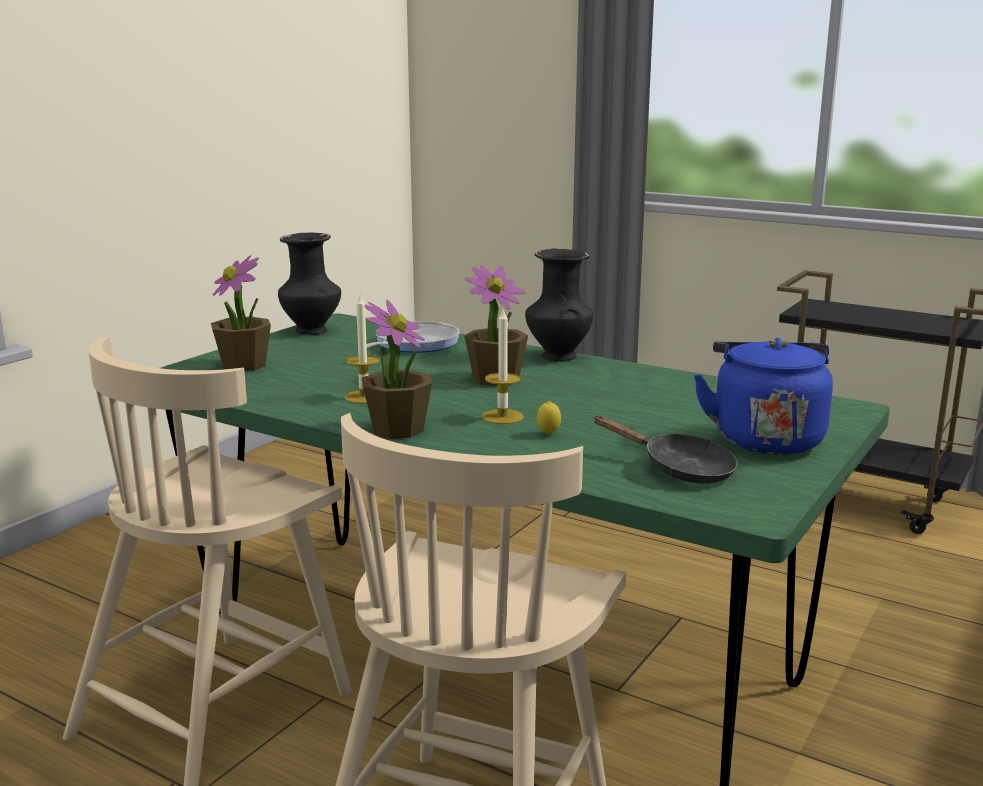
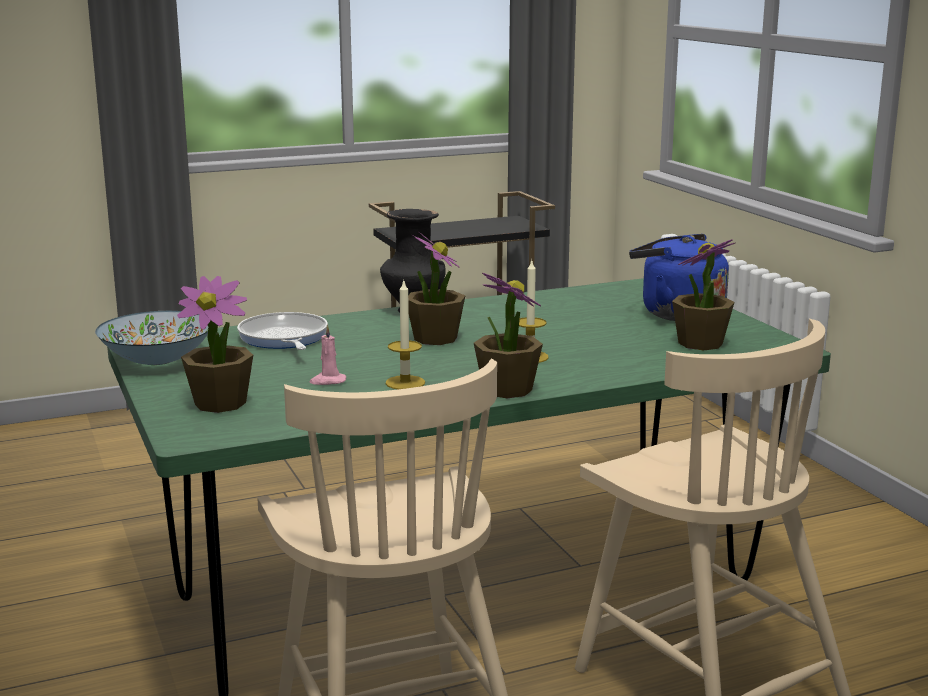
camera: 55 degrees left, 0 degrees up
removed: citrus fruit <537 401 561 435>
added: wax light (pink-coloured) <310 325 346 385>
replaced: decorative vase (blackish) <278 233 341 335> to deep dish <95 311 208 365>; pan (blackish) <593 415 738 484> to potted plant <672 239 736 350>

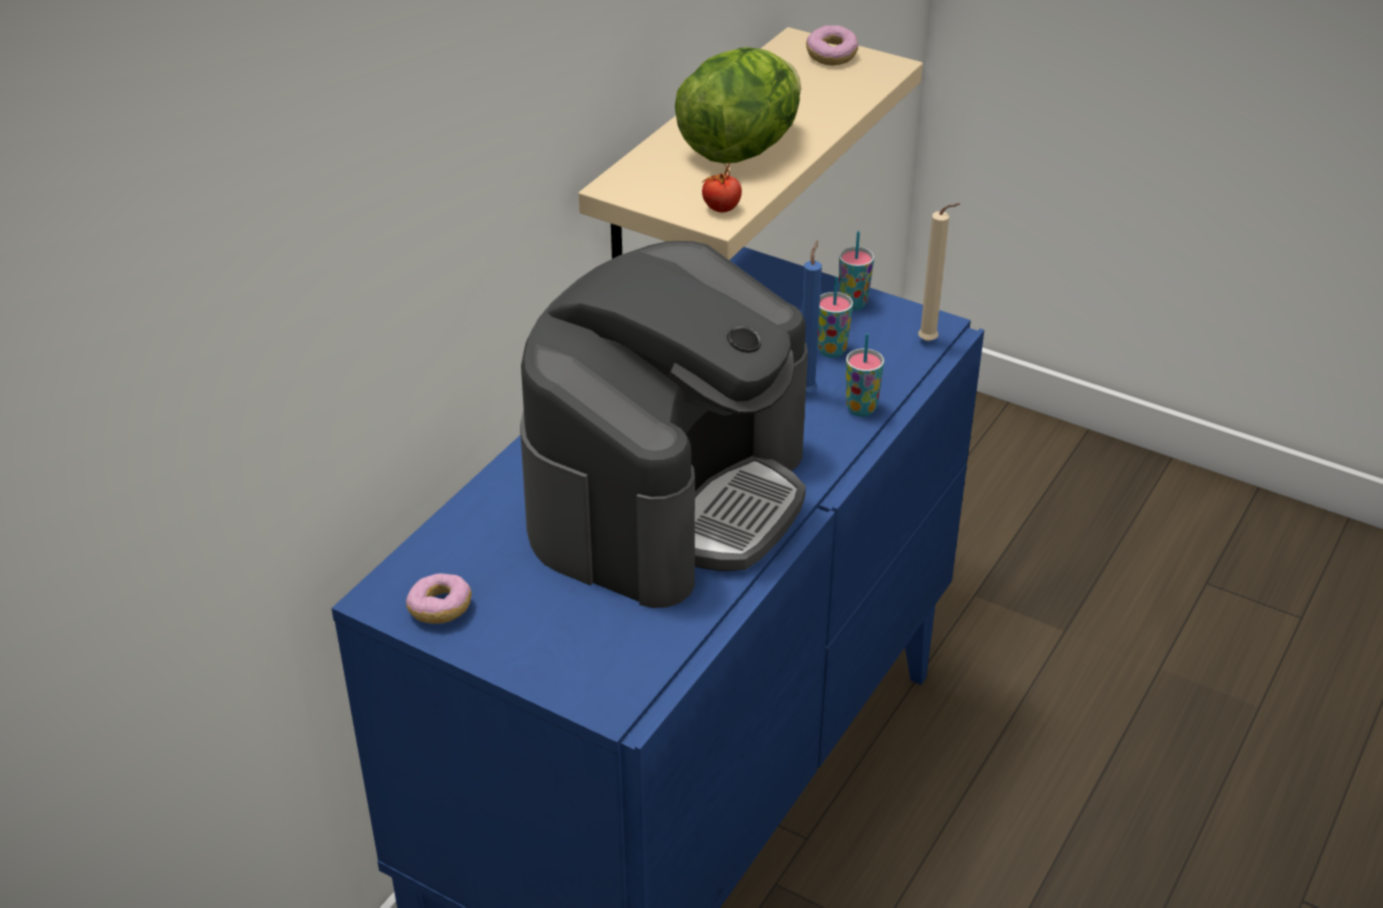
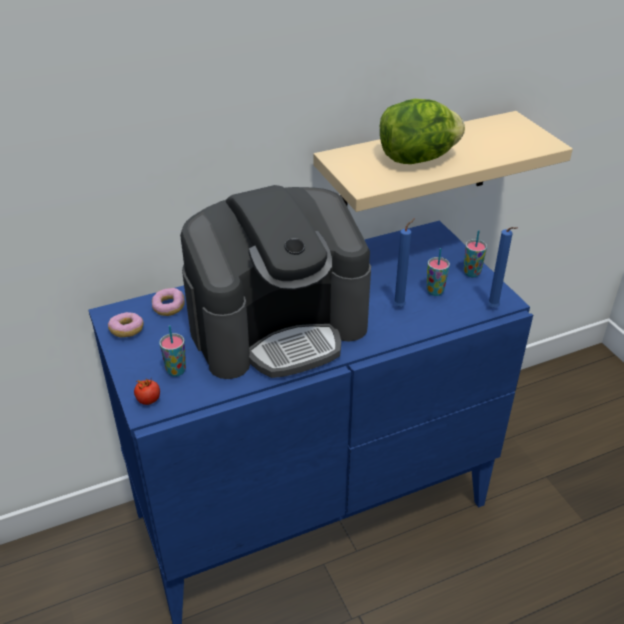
camera: 35 degrees right, 0 degrees up
moved: tomato <702 163 742 213> to <134 379 160 405>; donut <806 25 858 66> to <152 288 185 316>; drinking cup <846 333 884 417> to <159 325 186 377>
recoloured: wax light (sand-coloured) <918 203 960 342> to wax light (bluish) <487 227 518 308>

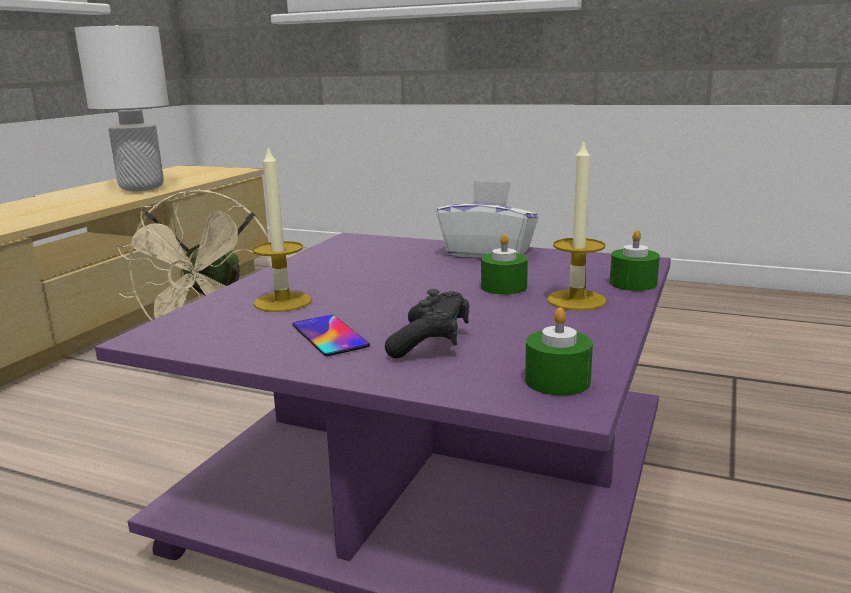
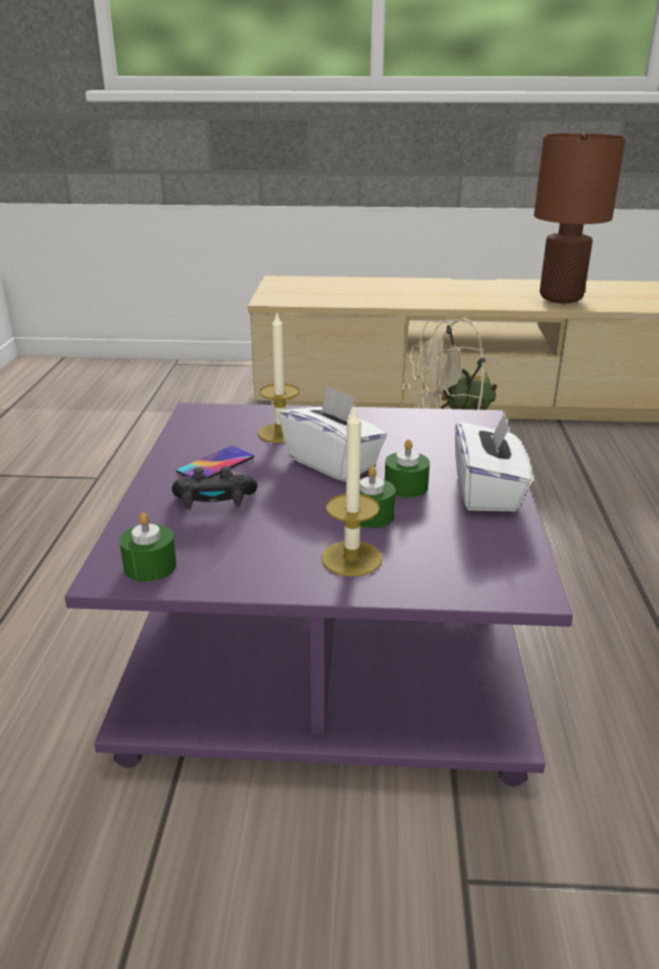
camera: 70 degrees right, 10 degrees up
added: tissue box (white) <279 386 387 482>
moved: wax light (green) <610 230 660 291> to <385 439 430 498>
recoloured: lamp for a table (white) <74 25 169 192> to lamp for a table (brownish) <534 133 626 303>

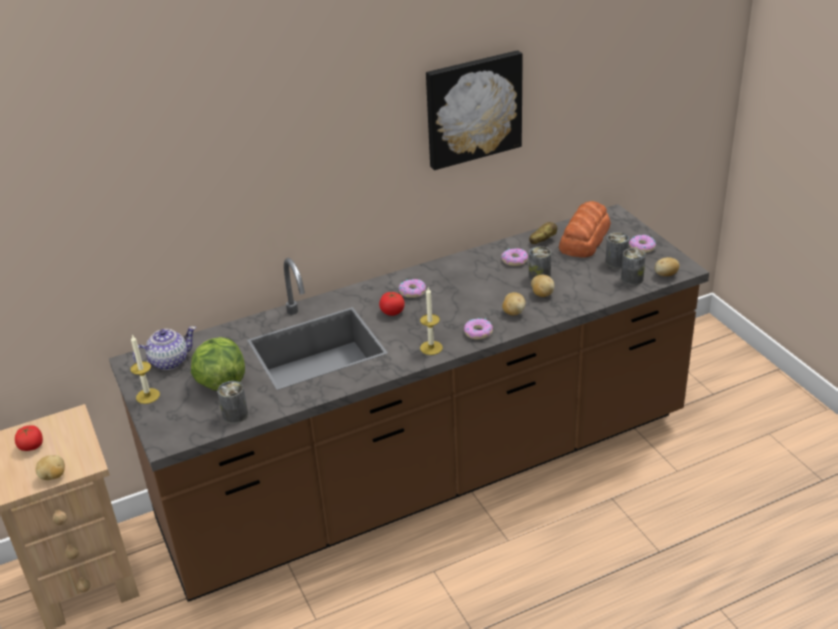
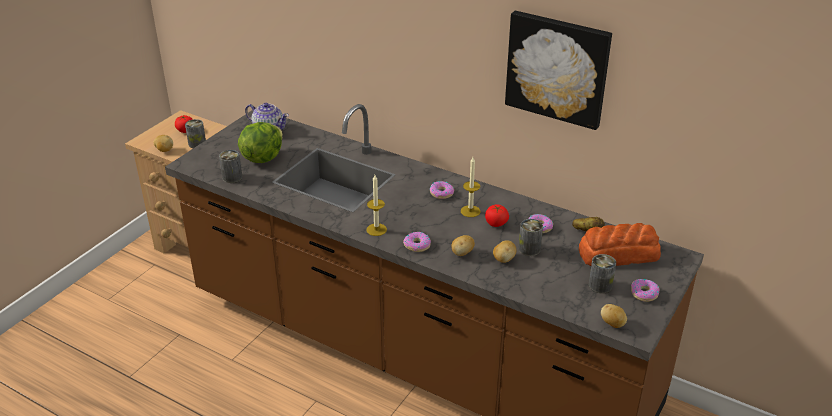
camera: 55 degrees right, 0 degrees up
moved: wax light <130 335 160 404> to <461 157 480 217>; tomato <379 292 405 316> to <485 204 509 227>; can <621 248 646 285> to <185 119 206 148>

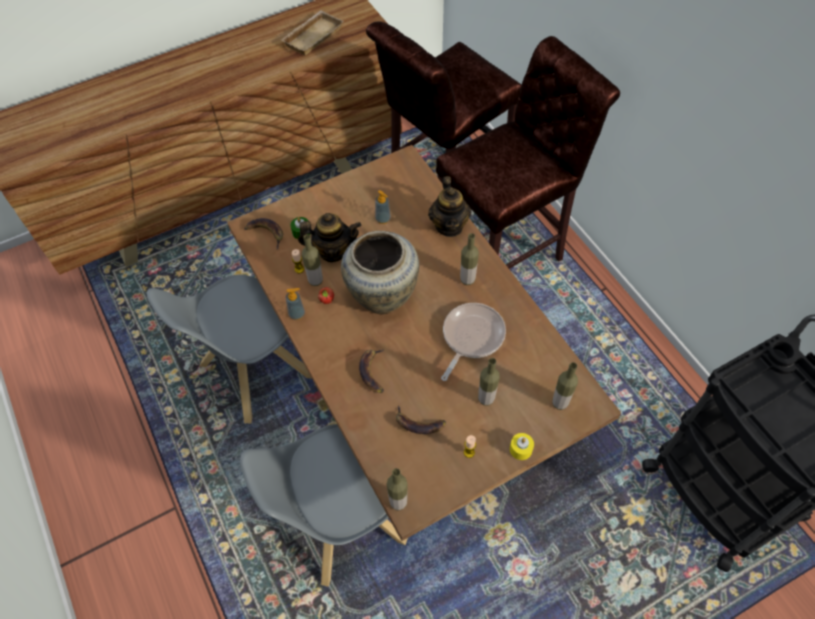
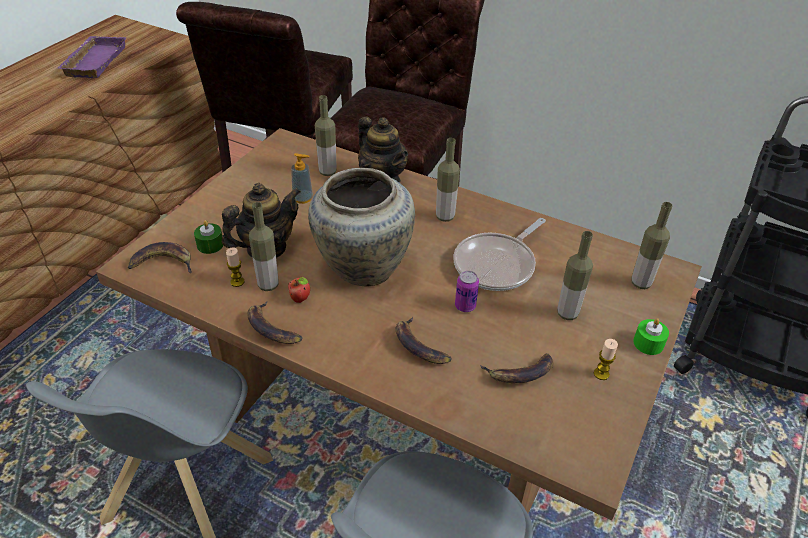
camera: 35 degrees left, 15 degrees down
added: can <455 271 479 312>
moved: drink bottle <386 468 408 511> to <315 95 337 176>
replaced: soap bottle <285 288 305 320> to banana fruit <247 301 303 344>
recoloured: carrying tray (sand-coloured) <281 11 344 55> to carrying tray (purple) <58 36 127 78>; wax light (yellow-coloured) <510 433 534 460> to wax light (green) <633 318 669 355>
turned: pan <441 303 506 381> = <454 218 546 291> 135 degrees counterclockwise

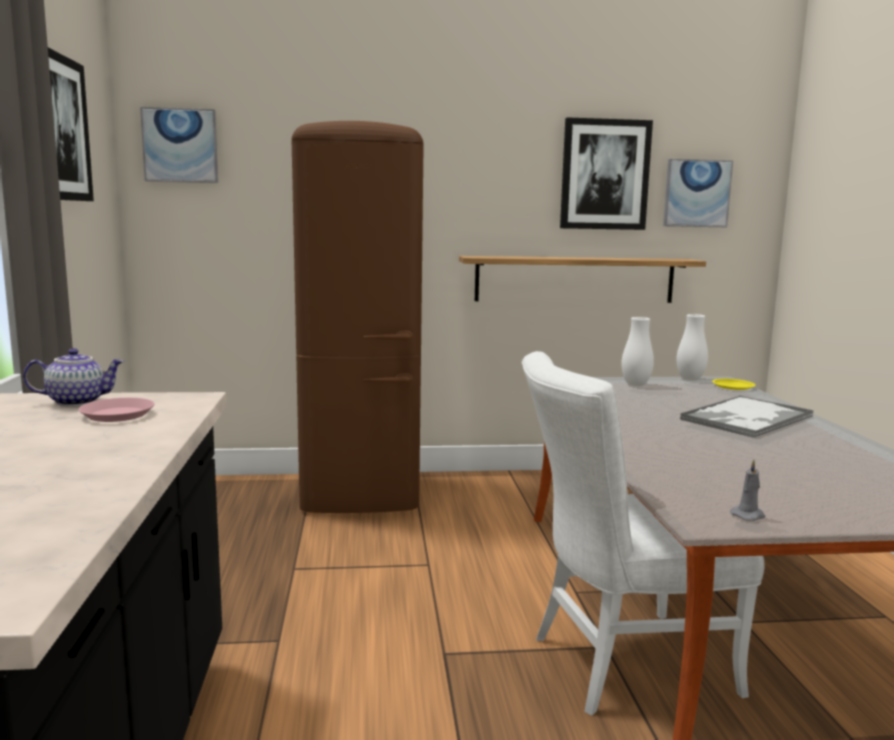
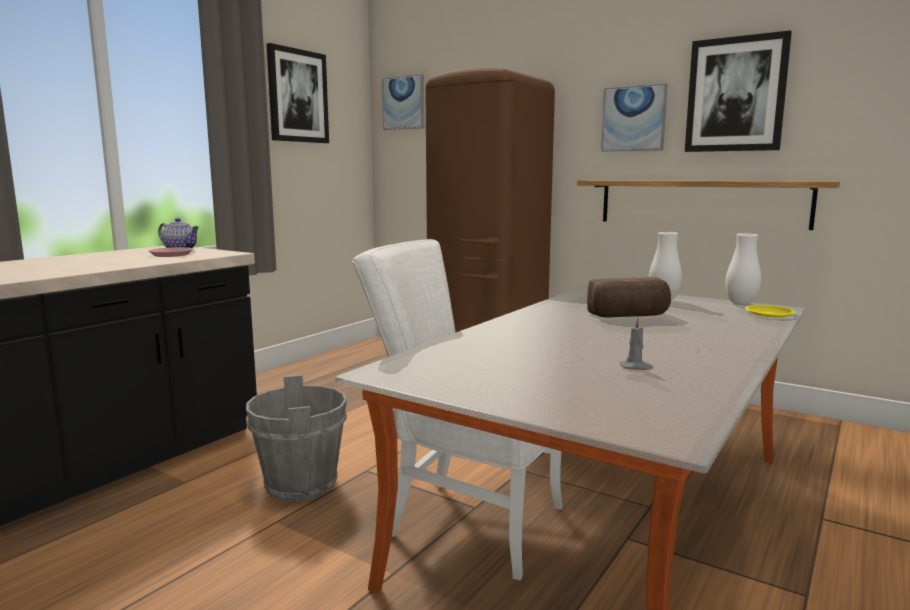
camera: 40 degrees right, 0 degrees up
removed: carrying tray <680 396 814 438>
added: bucket (grey) <246 375 347 502>; bakery bread <587 277 671 318>
moved: wall art <663 159 733 227> to <601 84 668 152>; wax light (grey) <730 459 766 520> to <620 317 653 370>

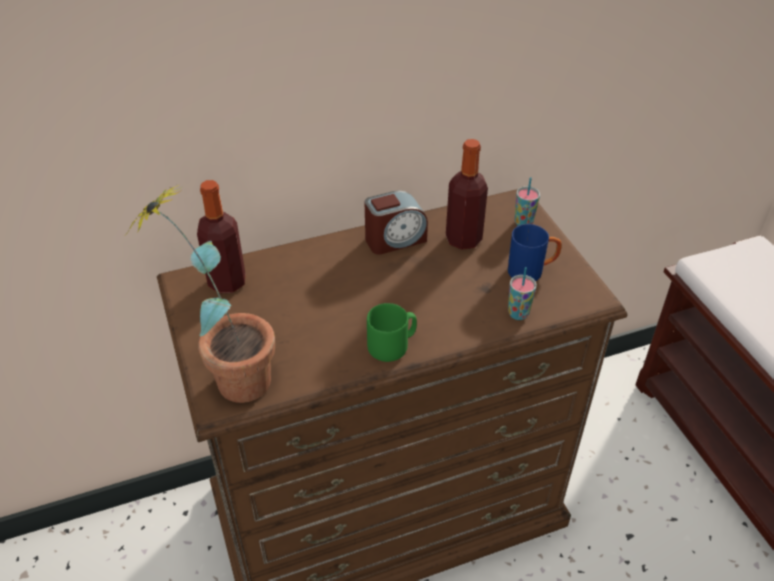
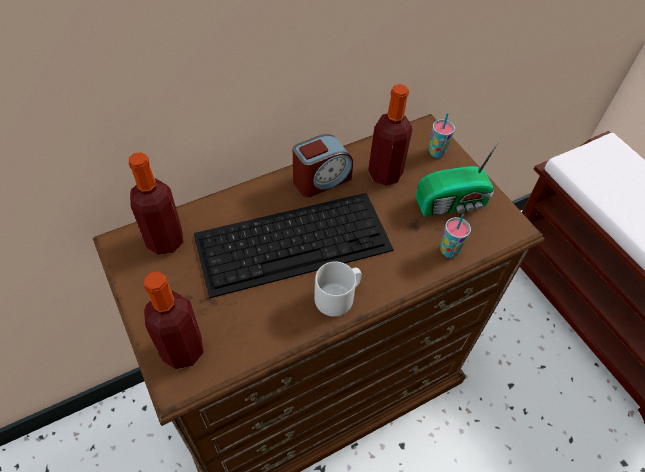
camera: 10 degrees left, 10 degrees up
added: computer keyboard <194 193 394 299>
replaced: potted plant <128 184 275 403> to drink bottle <144 271 204 369>; mug (bluish) <508 224 562 281> to radio set <416 138 501 217>
recoloured: mug (green) <367 303 417 362> to mug (grey) <314 262 362 317>

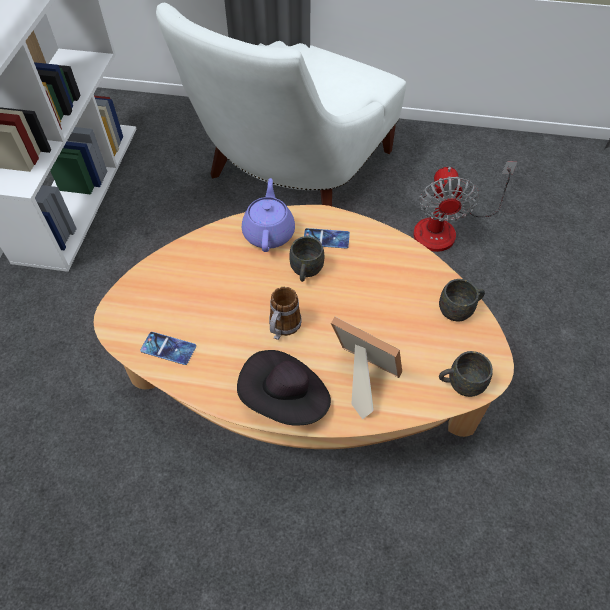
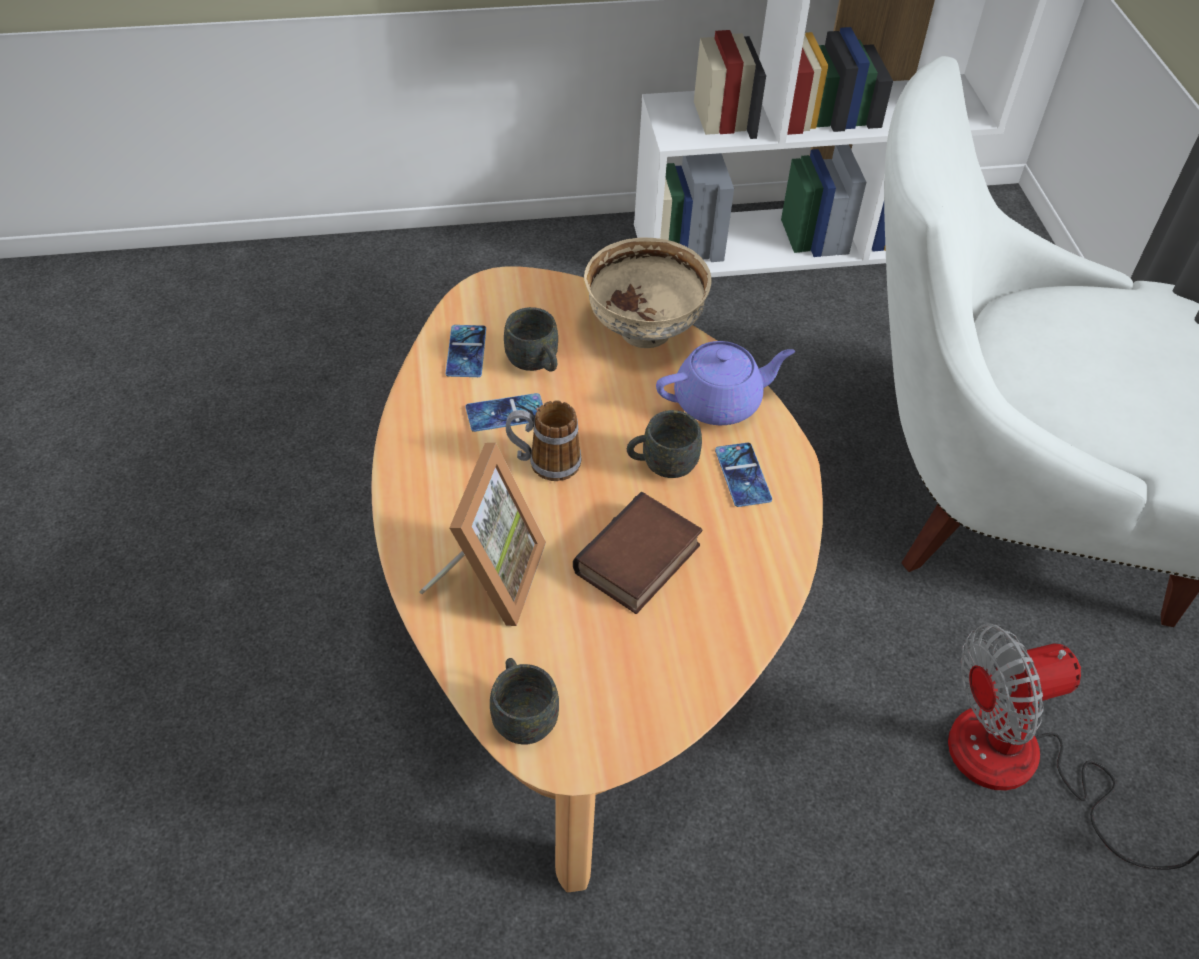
camera: 70 degrees right, 5 degrees down
removed: wearable hat (blackish) <237 350 331 425>
added: telephone <465 393 543 432>; volume <573 492 702 614>; deep dish (sand-coloured) <584 237 711 348>
moved: mug (grey) <439 279 485 321> to <504 307 558 372>

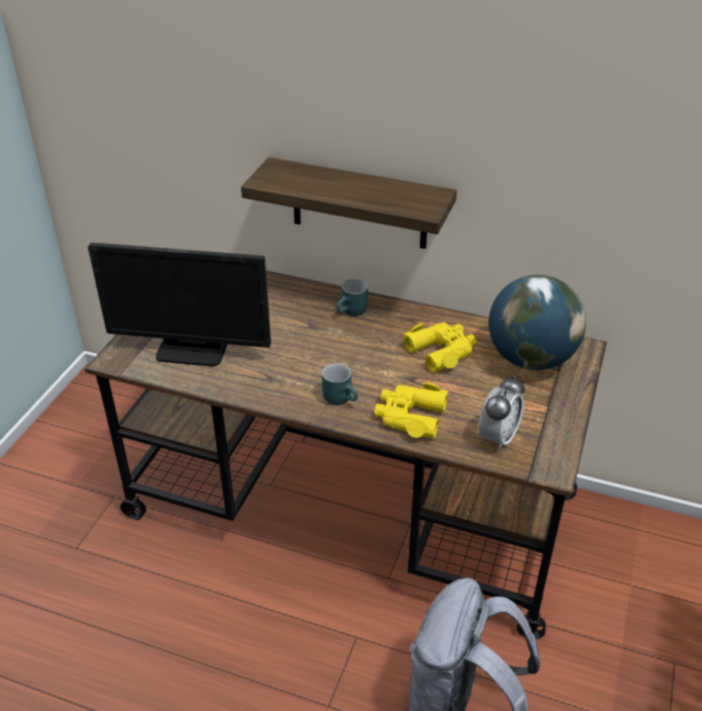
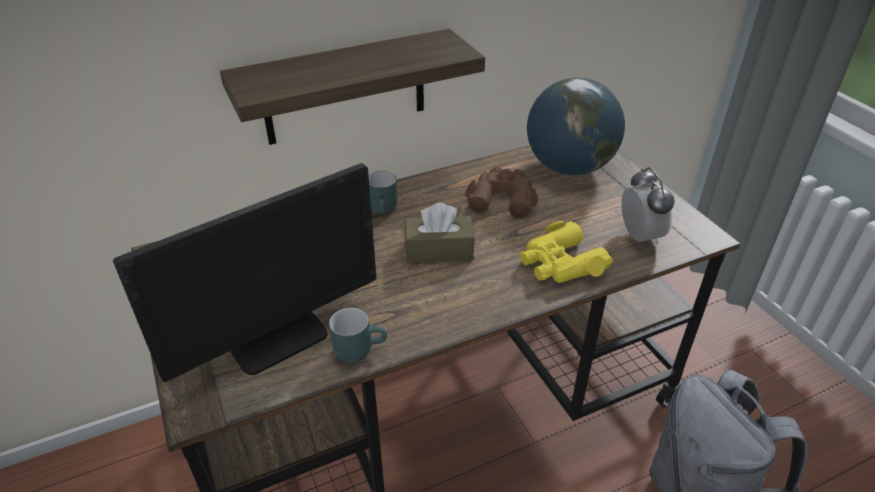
camera: 45 degrees left, 0 degrees up
added: tissue box (brownish) <405 202 475 262>
moved: mug (blue-green) <322 363 358 405> to <329 308 387 363>
recoloured: binoculars (yellow-coloured) <403 322 477 373> to binoculars (brownish) <465 167 538 219>

